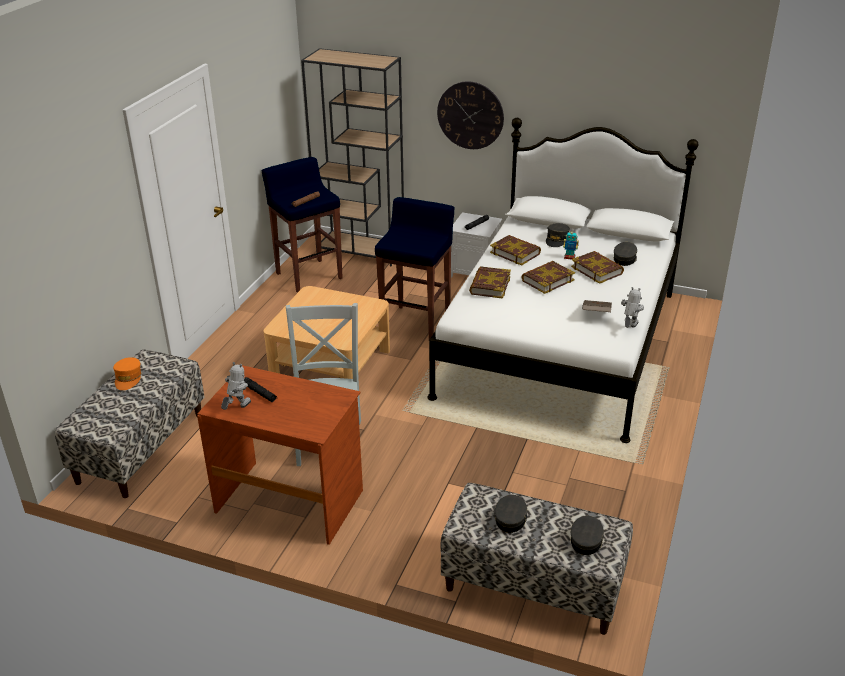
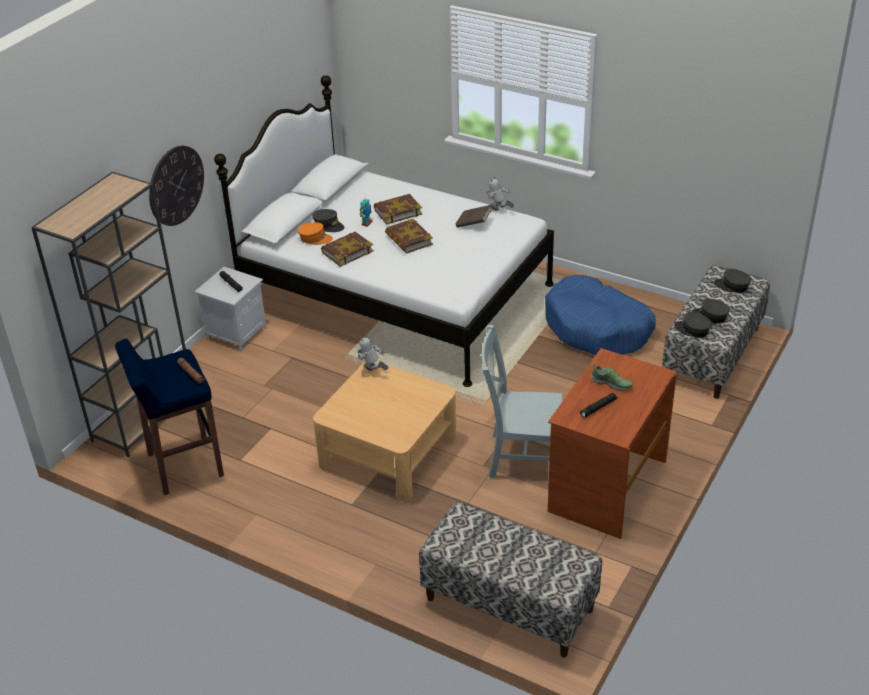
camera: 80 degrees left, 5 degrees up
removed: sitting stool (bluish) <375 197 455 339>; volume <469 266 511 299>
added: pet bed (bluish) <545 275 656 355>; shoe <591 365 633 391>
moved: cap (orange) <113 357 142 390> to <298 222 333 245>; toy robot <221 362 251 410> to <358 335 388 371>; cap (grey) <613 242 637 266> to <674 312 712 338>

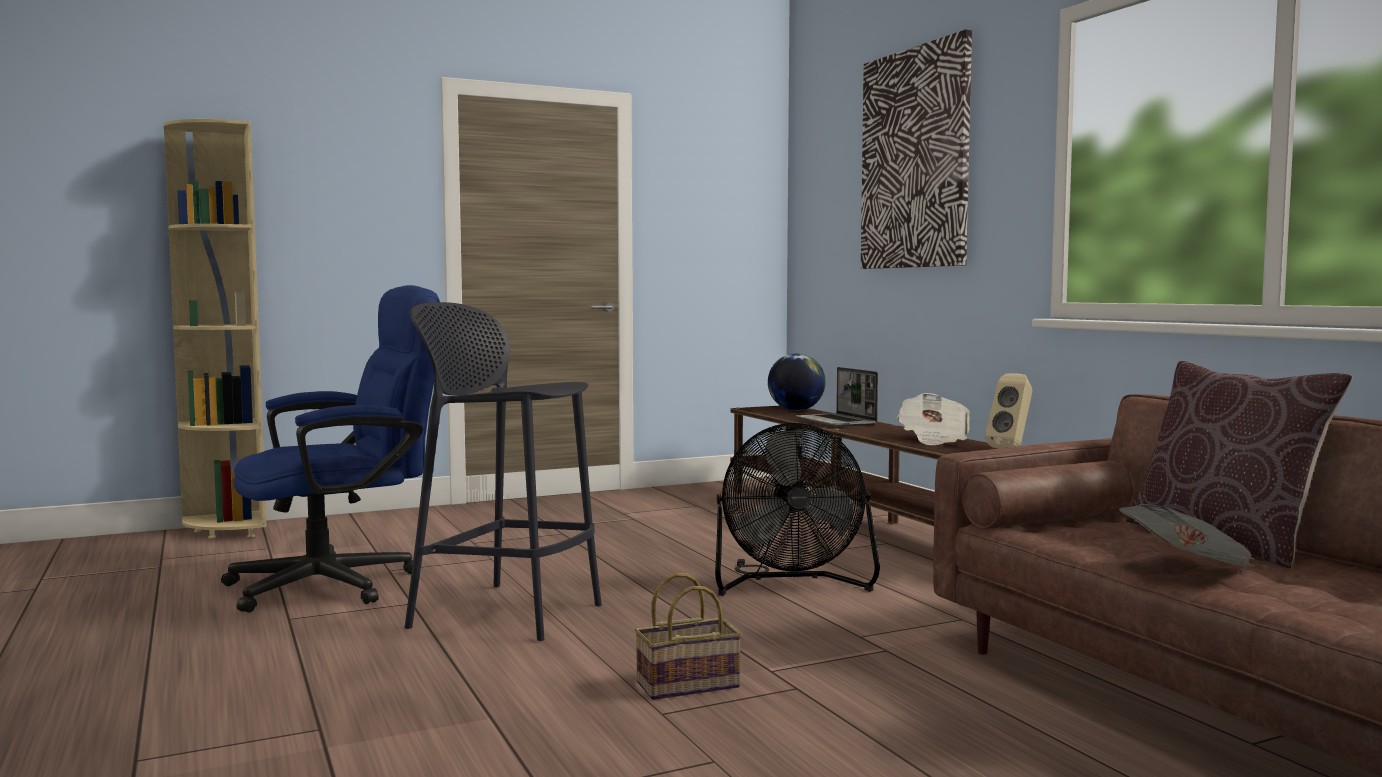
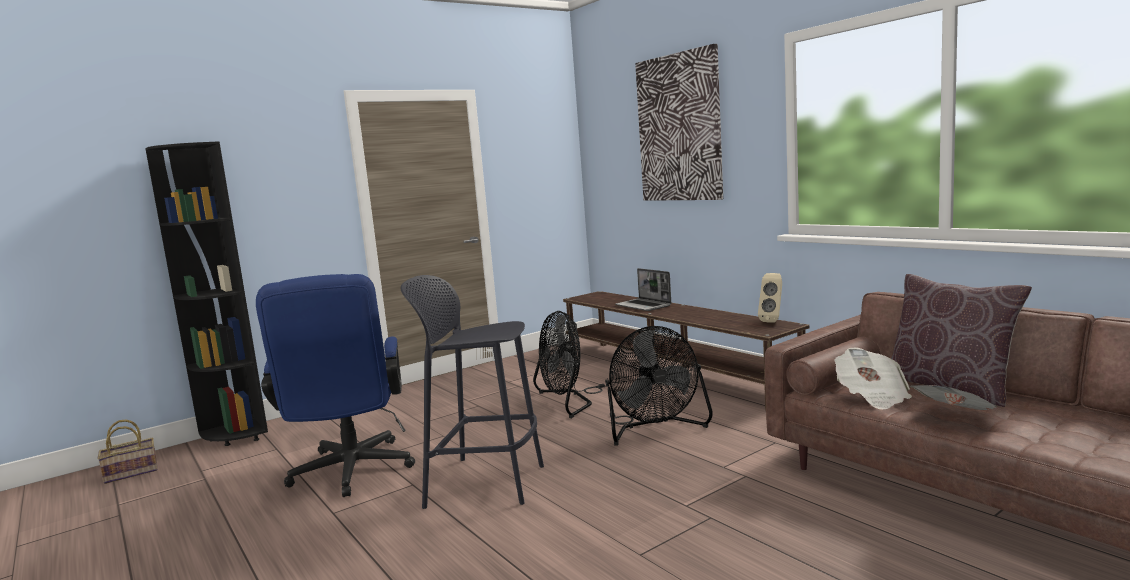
camera: 10 degrees left, 5 degrees up
removed: world globe <768 353 826 411>
added: cooling fan (blackish) <533 311 606 418>
moved: basket <635 573 742 700> to <97 419 158 484>; printed paper <897 393 970 445> to <834 347 912 410>
recoloured: bookshelf (sand-coloured) <163 119 267 539> to bookshelf (blackish) <145 141 268 446>
turned: computer chair (bluish) <221 285 440 612> = <256 274 415 497> 120 degrees clockwise

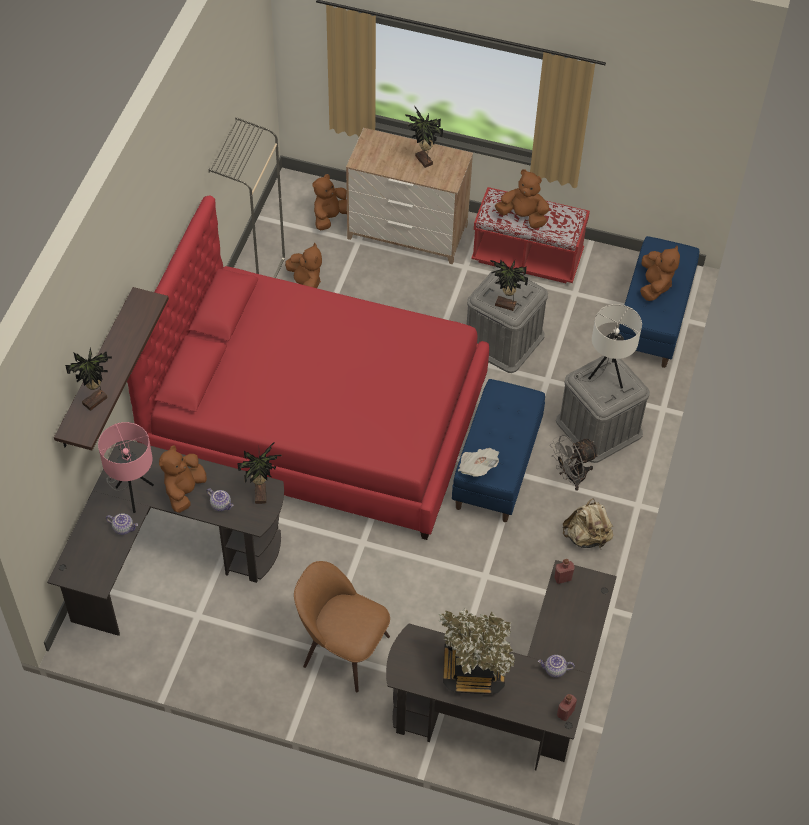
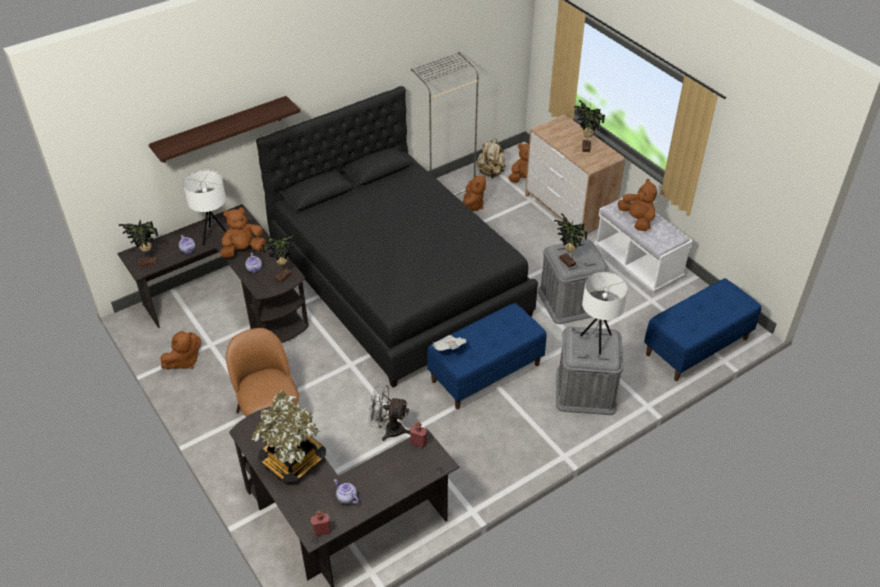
camera: 40 degrees right, 10 degrees down
moved: potted plant <65 347 112 411> to <118 220 158 267>; cooling fan (grey) <550 435 598 491> to <368 384 410 441>; backpack (sand-coloured) <563 498 613 549> to <477 139 506 178>; soft toy (brownish) <640 246 680 301> to <160 331 201 369>
recoloured: lamp for a table (pink-coloured) <98 422 154 513> to lamp for a table (white) <183 170 226 245>; sleeping bed (reddish) <127 196 489 540> to sleeping bed (blackish) <256 86 538 388>; long seat (reddish) <471 187 590 283> to long seat (white) <595 198 693 292>

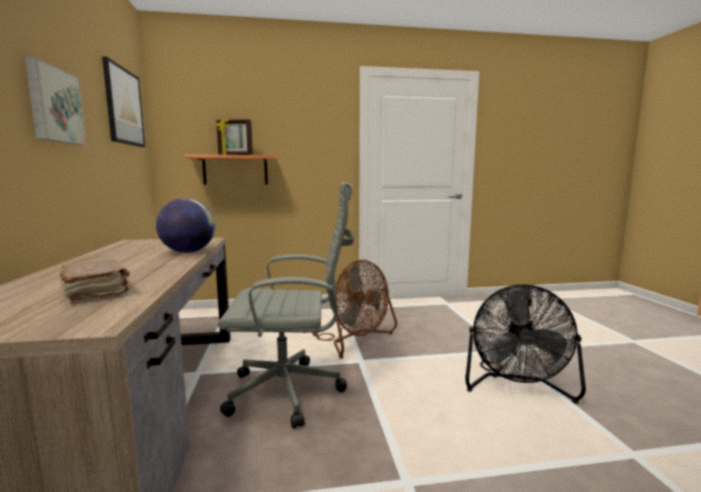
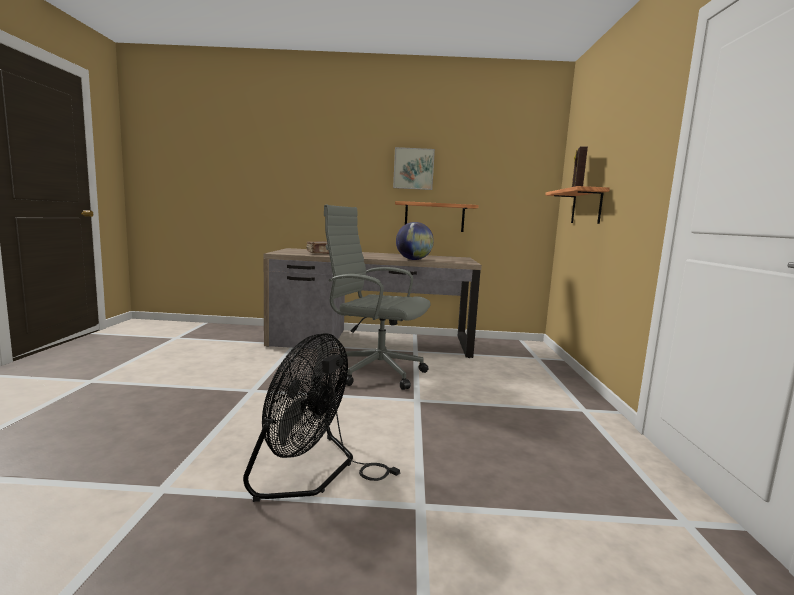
camera: 100 degrees right, 0 degrees up
removed: wall art <102 57 145 147>; cooling fan (brownish) <313 260 397 359>
added: shelf <395 201 479 232>
turned: computer chair (grey) <218 182 354 428> = <324 205 431 390> 105 degrees clockwise

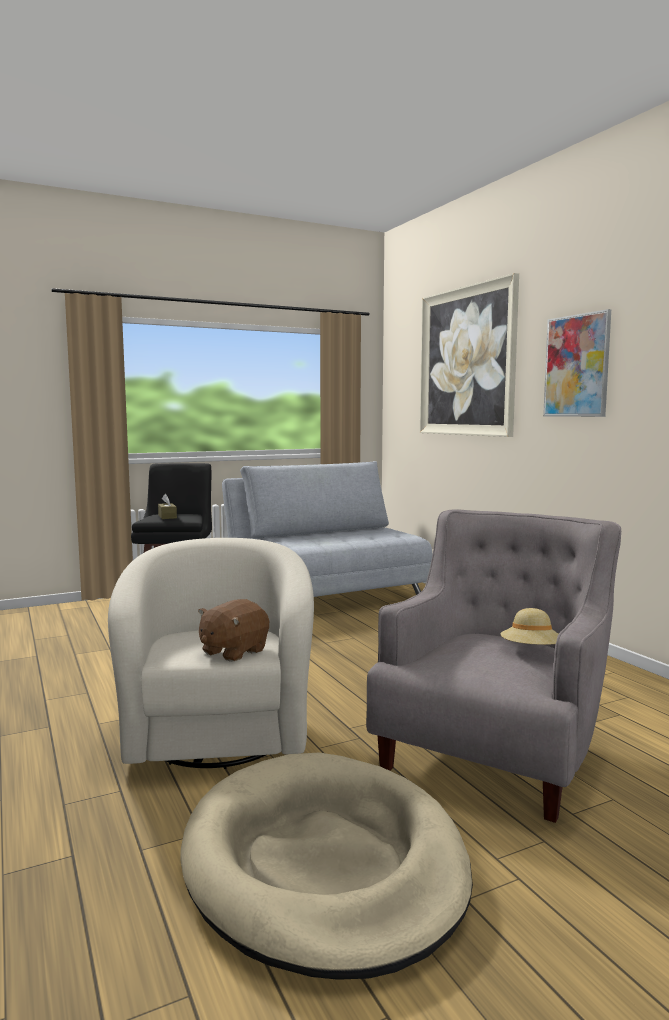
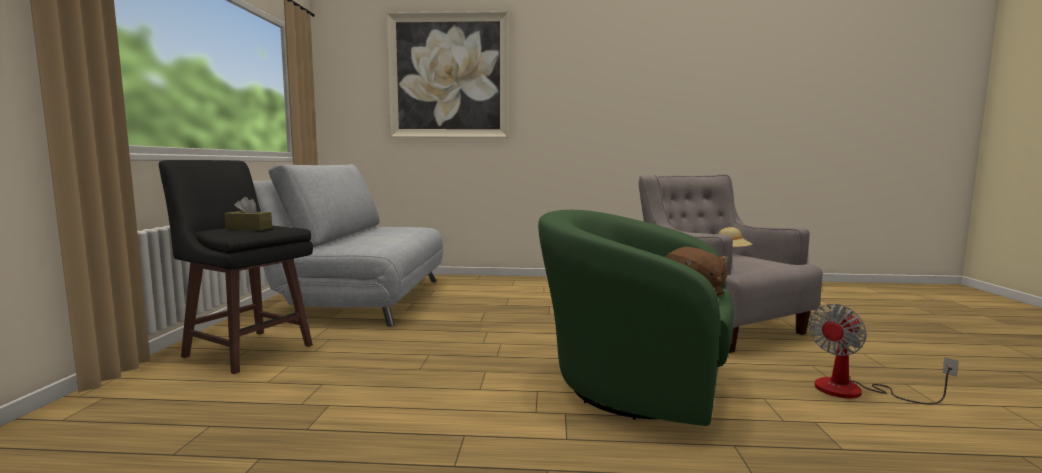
camera: 60 degrees left, 0 degrees up
removed: wall art <543 309 611 417>
replaced: pet bed (sand-coloured) <181 753 473 980> to cooling fan <809 304 959 404>
recoloured: armchair (sand-coloured) <108 538 314 769> to armchair (green) <538 210 734 426>

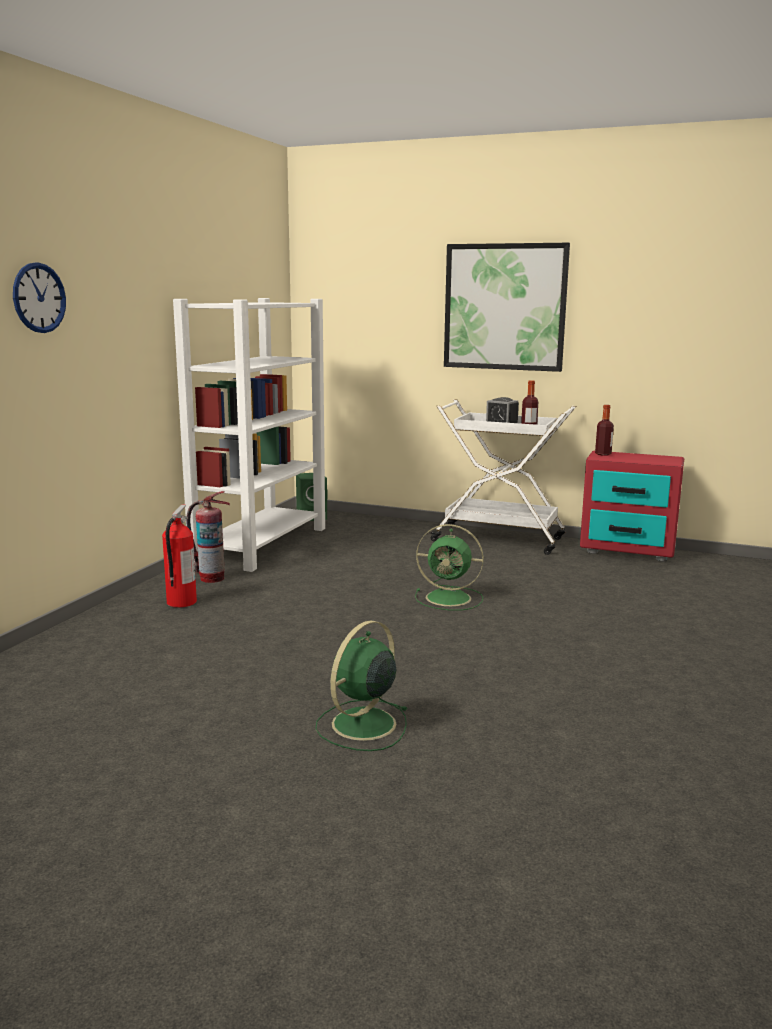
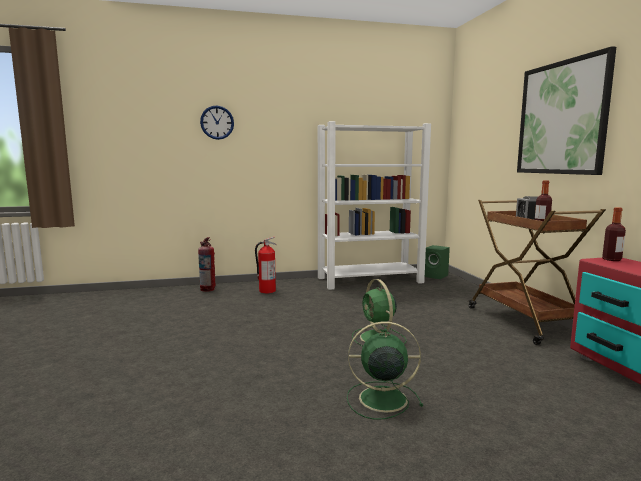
camera: 55 degrees right, 5 degrees down
moved: extinguisher <186 491 230 583> to <198 237 215 292>; cooling fan (green) <315 620 408 751> to <347 321 423 420>
recoloured: trolley (white) <429 399 576 555> to trolley (brownish) <467 200 606 345>

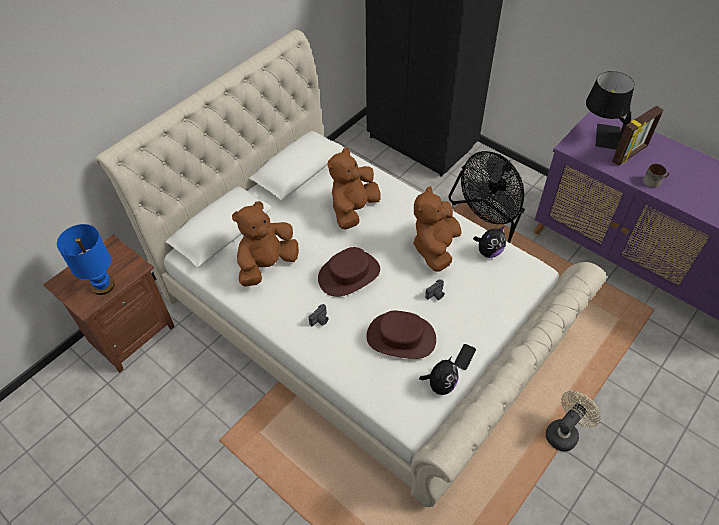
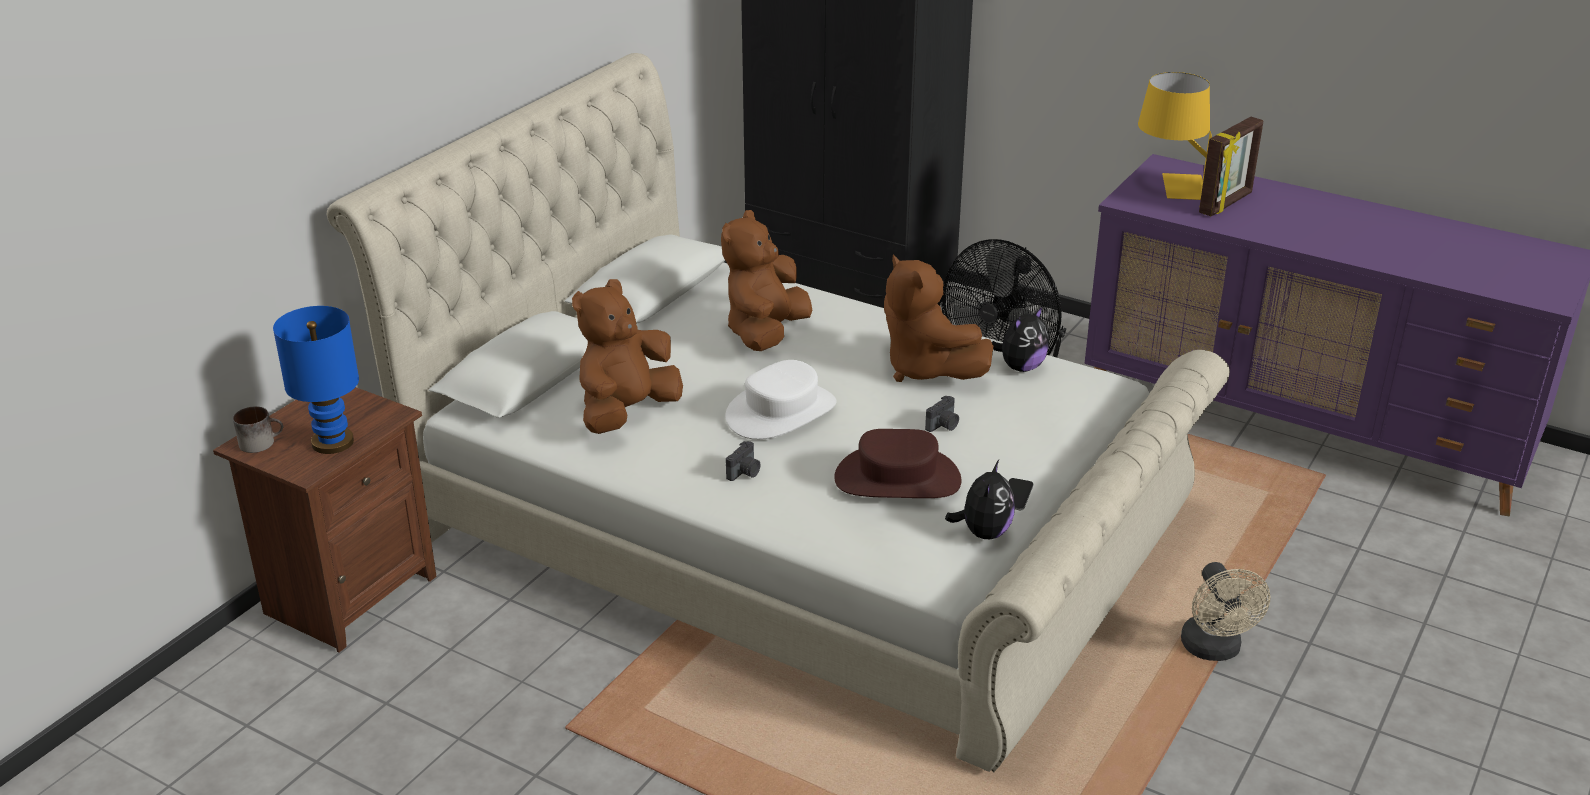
camera: 10 degrees left, 20 degrees down
moved: mug <643 164 669 188> to <233 406 283 453>
recoloured: wearable hat (brownish) <318 247 380 297> to wearable hat (white) <725 360 837 440>; lamp for a table (blackish) <586 71 634 150> to lamp for a table (yellow-coloured) <1138 72 1212 200>
turned: soft toy (brownish) <413 186 462 272> = <884 255 993 382> 45 degrees counterclockwise; cooling fan (sand-coloured) <546 391 601 452> = <1181 562 1271 661> 135 degrees clockwise

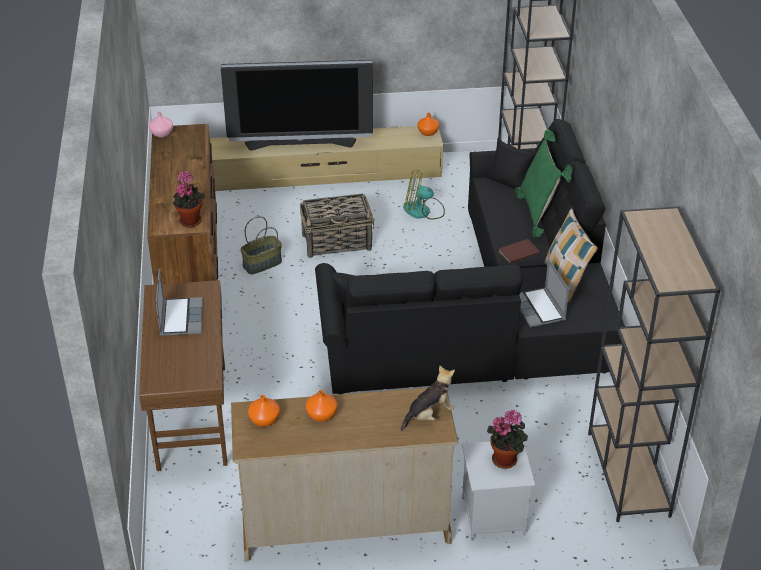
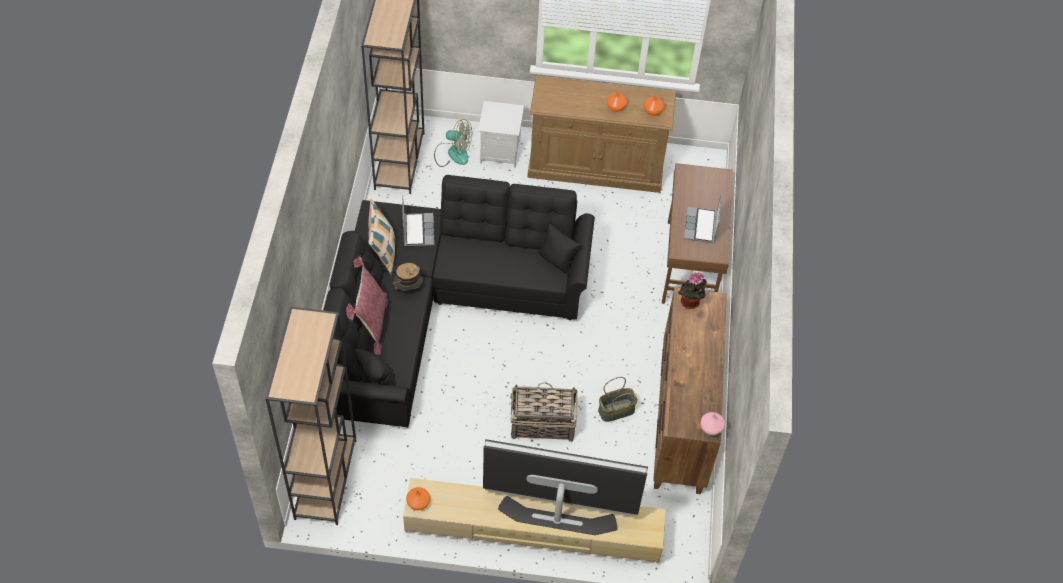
camera: 170 degrees left, 15 degrees up
removed: soft toy <401 366 455 431>; potted plant <487 409 528 469>
moved: cooling fan <403 170 445 220> to <434 119 472 167>
replaced: volume (brownish) <499 239 540 264> to wearable hat <393 263 423 291>
recoloured: throw pillow (green) <515 129 573 238> to throw pillow (reddish) <346 256 389 355>

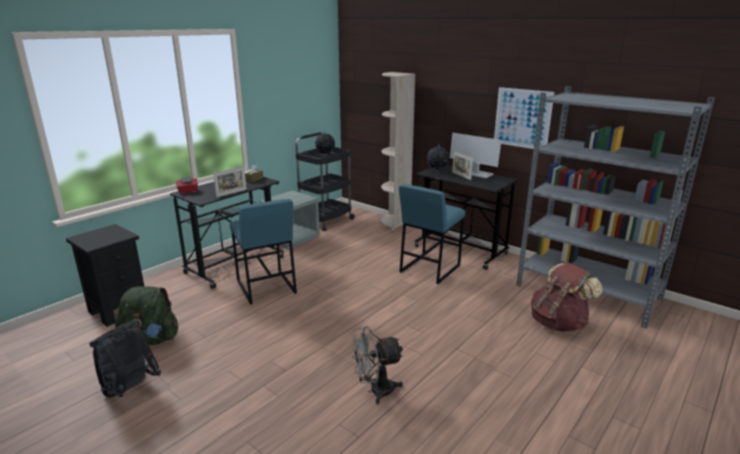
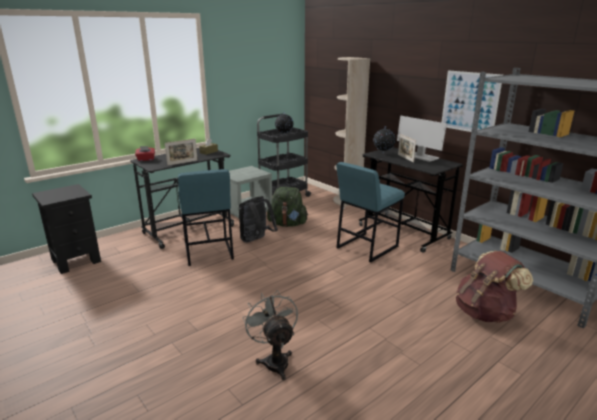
camera: 10 degrees right, 0 degrees up
moved: backpack (blackish) <89 321 161 398> to <239 196 278 242>; backpack (green) <115 286 178 345> to <267 187 308 227>
turned: cooling fan (grey) <351 326 403 404> = <243 290 298 380> 75 degrees clockwise

